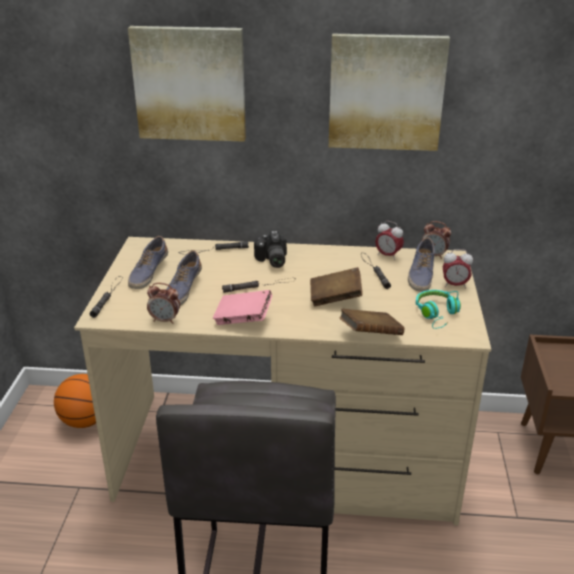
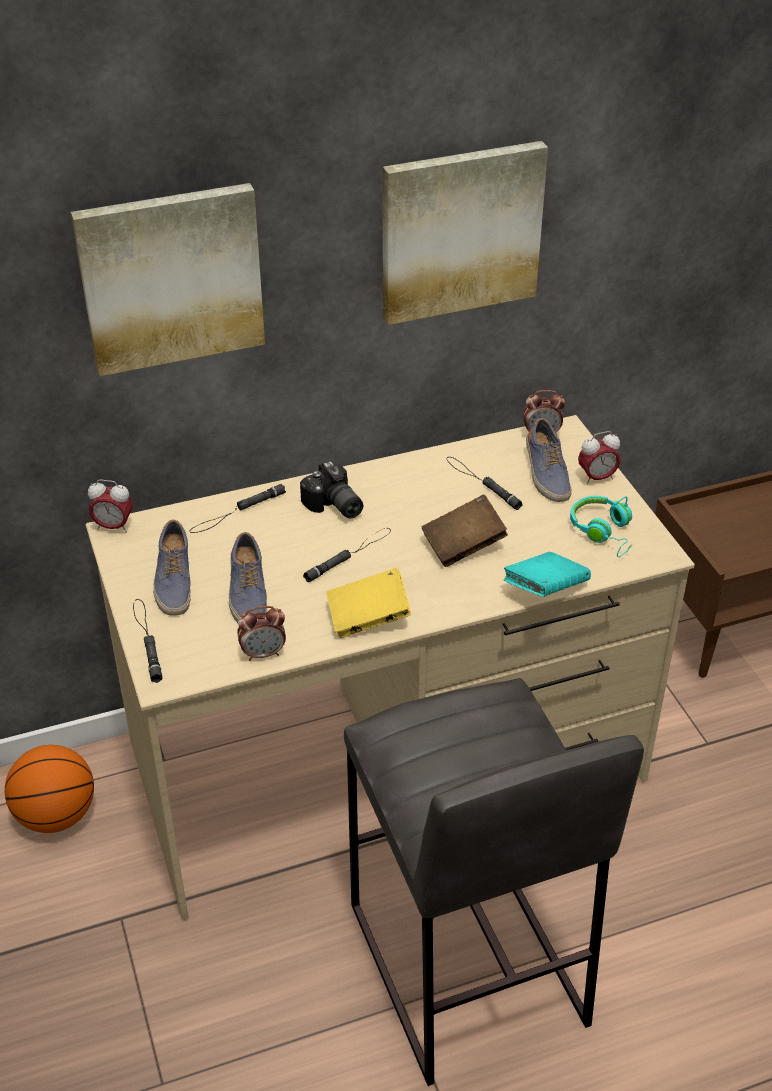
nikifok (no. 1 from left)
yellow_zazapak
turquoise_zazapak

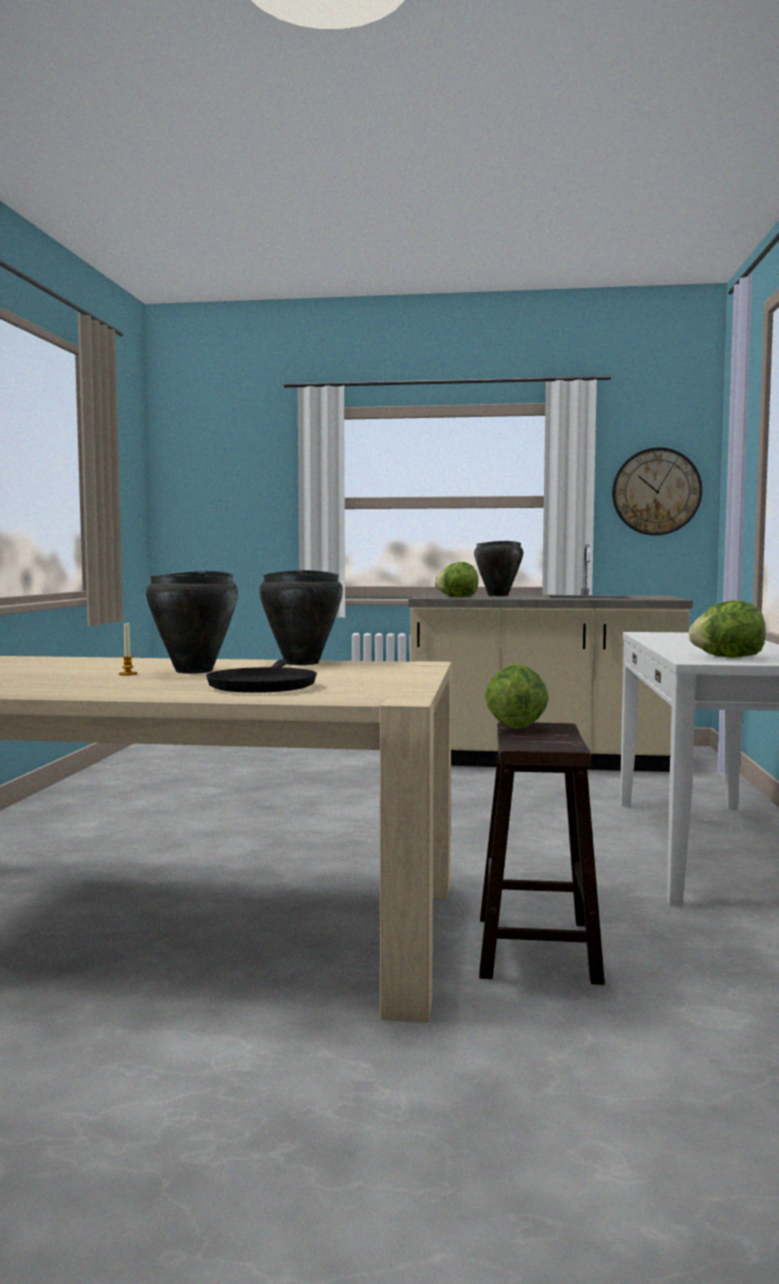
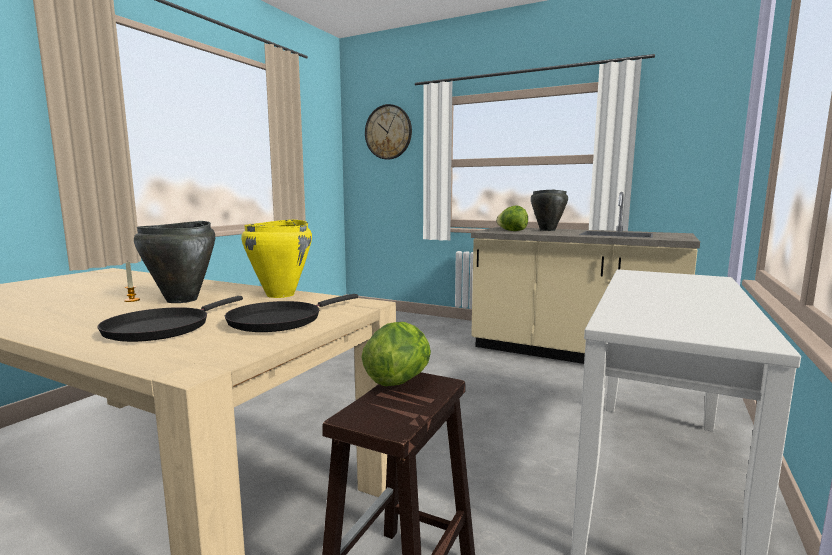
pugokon (no. 3 from left in the first image)
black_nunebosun (no. 2 from left)
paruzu
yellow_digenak

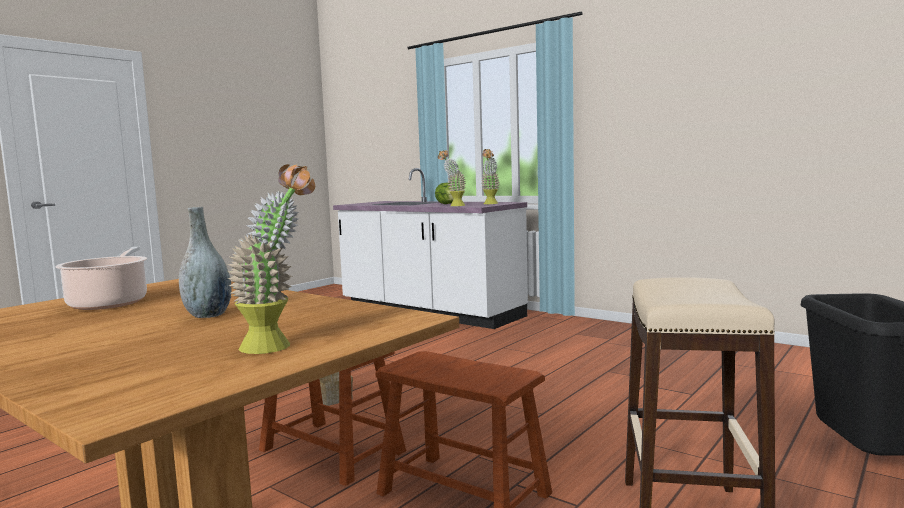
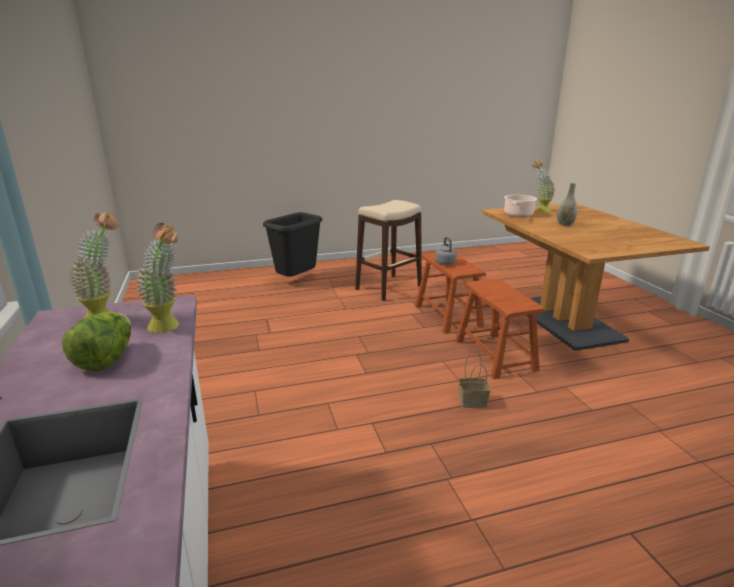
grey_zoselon
digenak

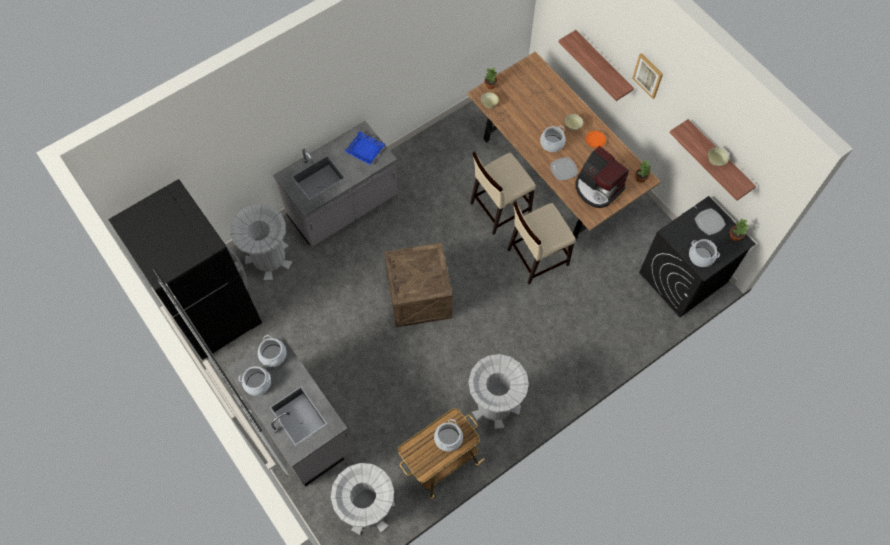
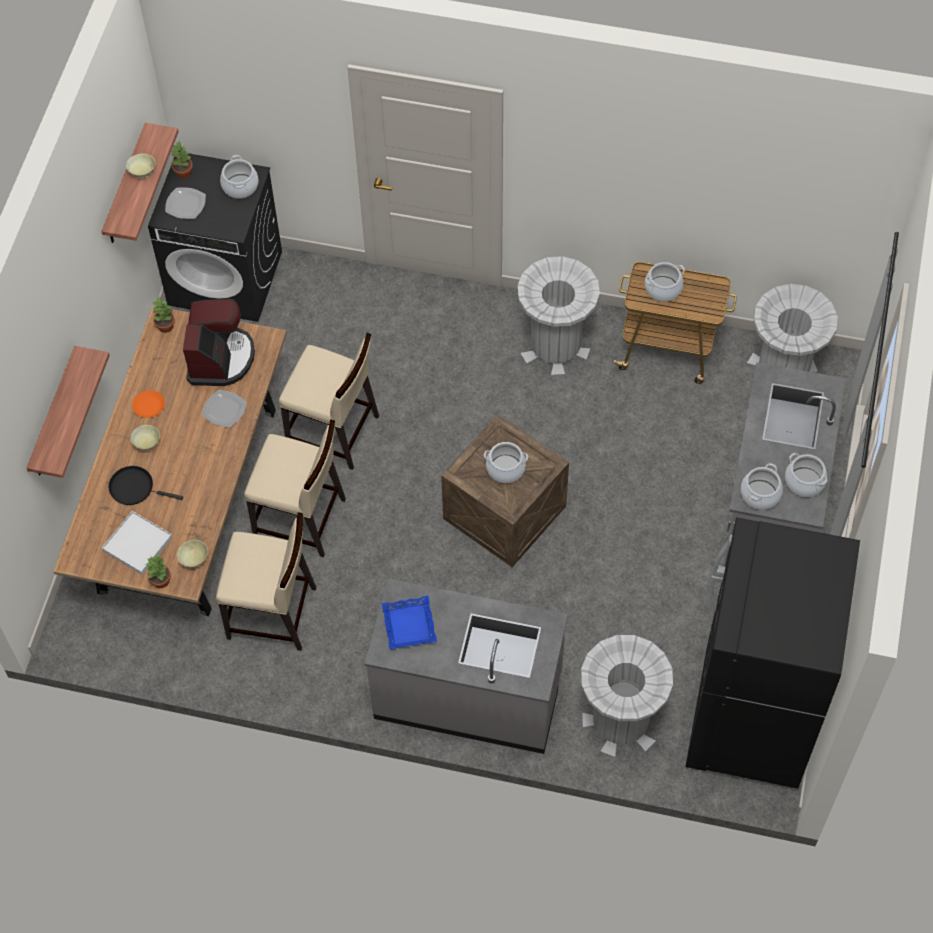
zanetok
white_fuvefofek
black_nunebosun
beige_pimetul (no. 1 from left)
digenak (no. 2 from left)

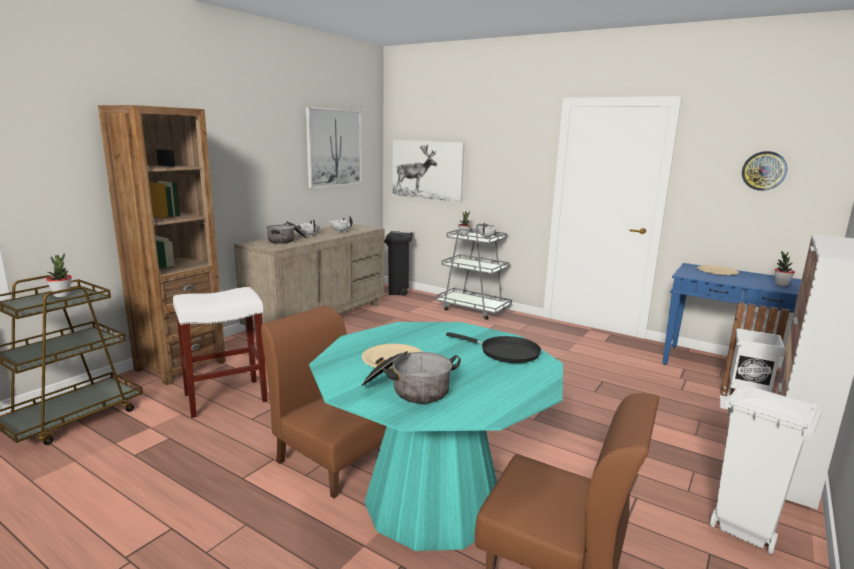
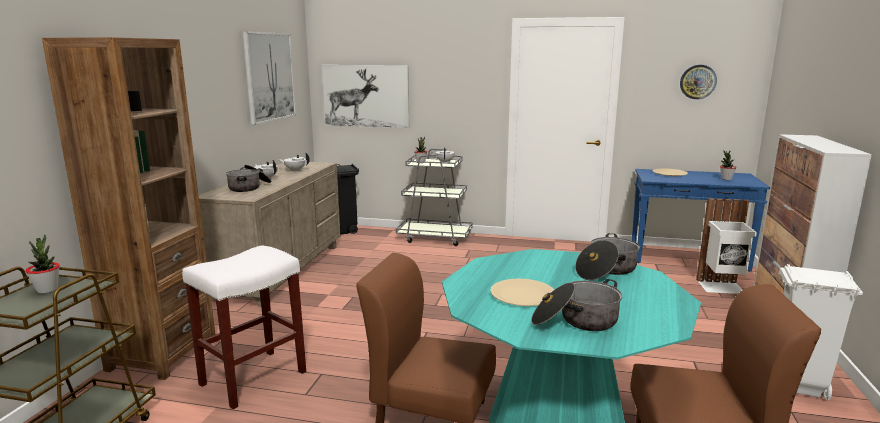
digenak (no. 3 from left)

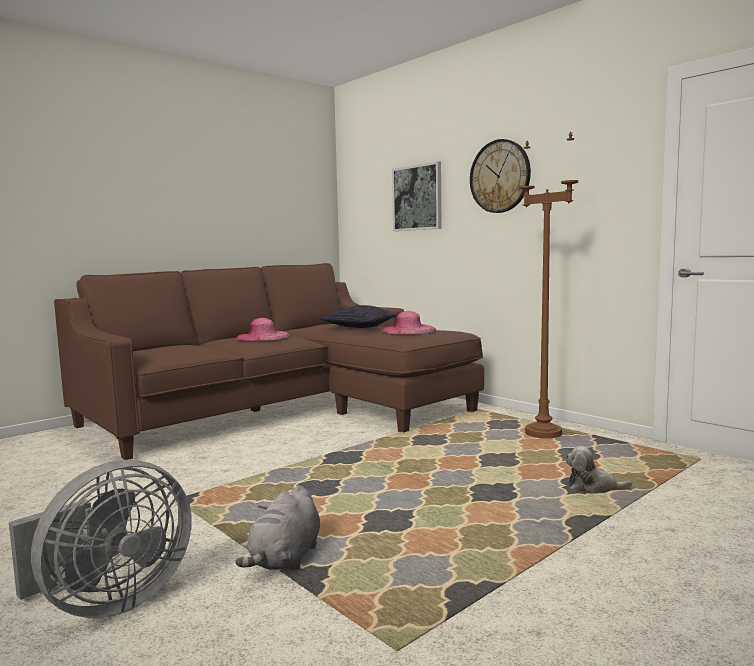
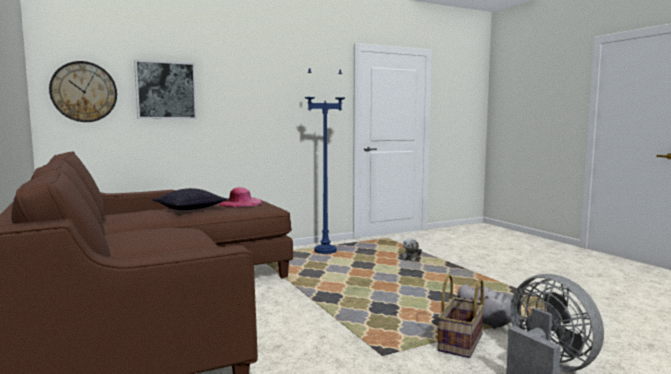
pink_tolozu (no. 1 from left in the first image)
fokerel
paruzu
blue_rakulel

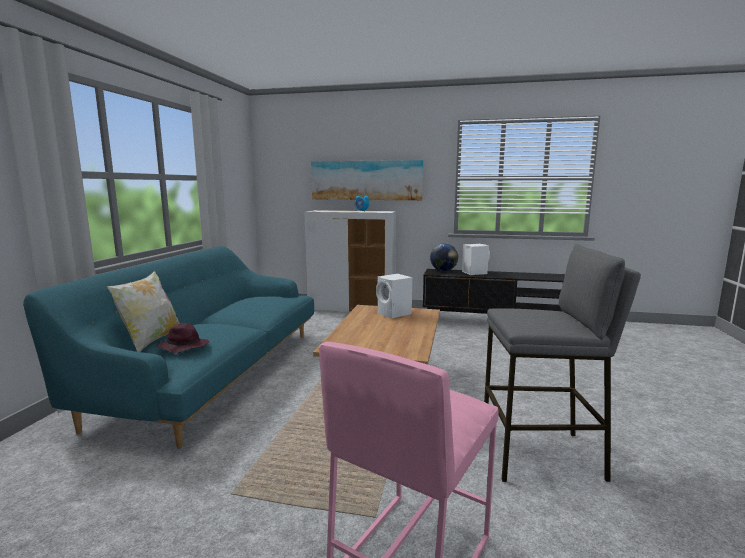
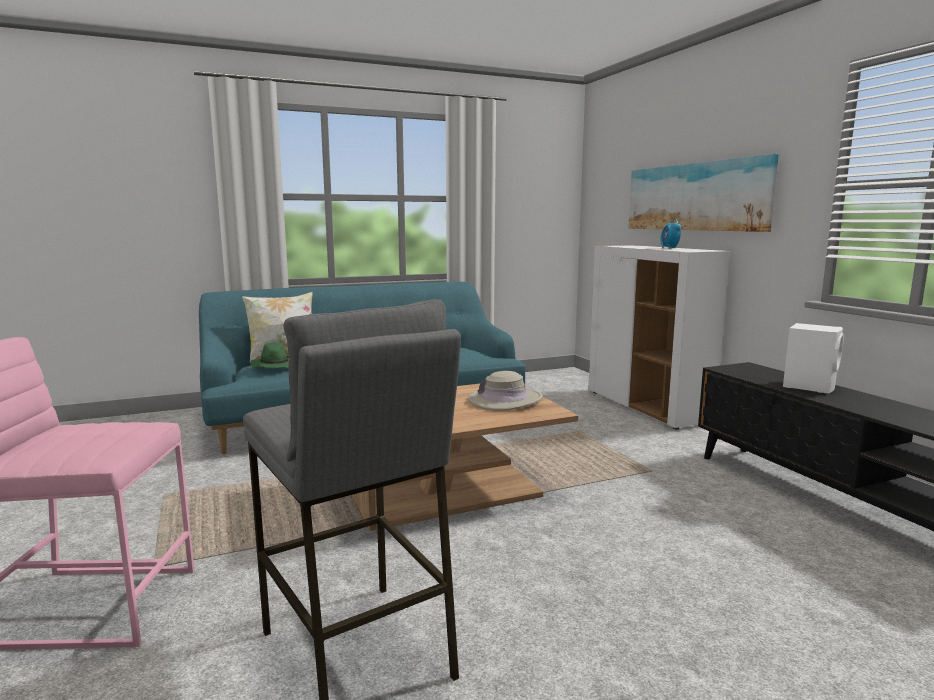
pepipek
beige_tolozu
green_tolozu

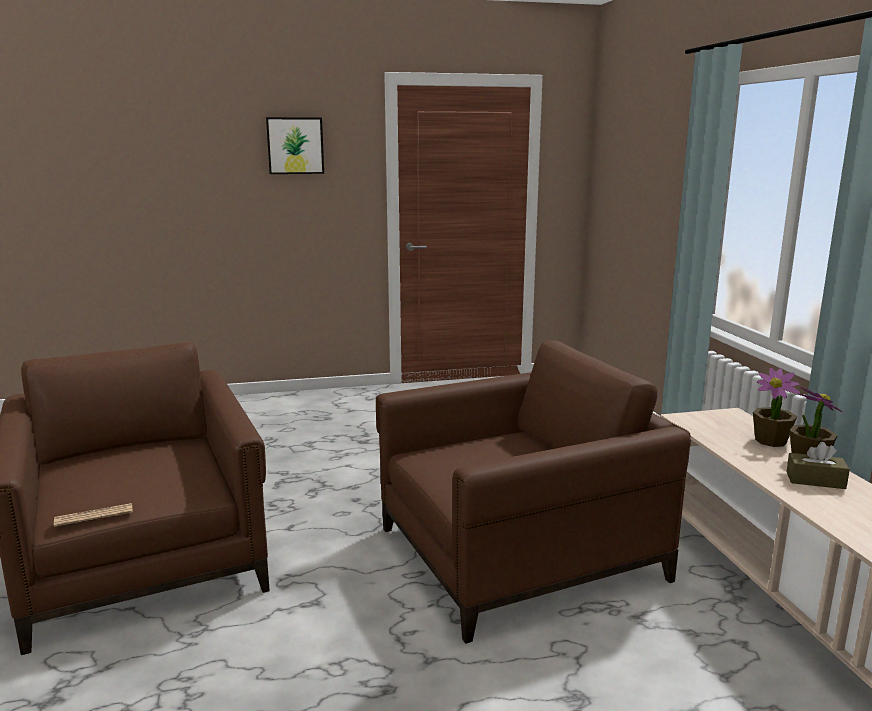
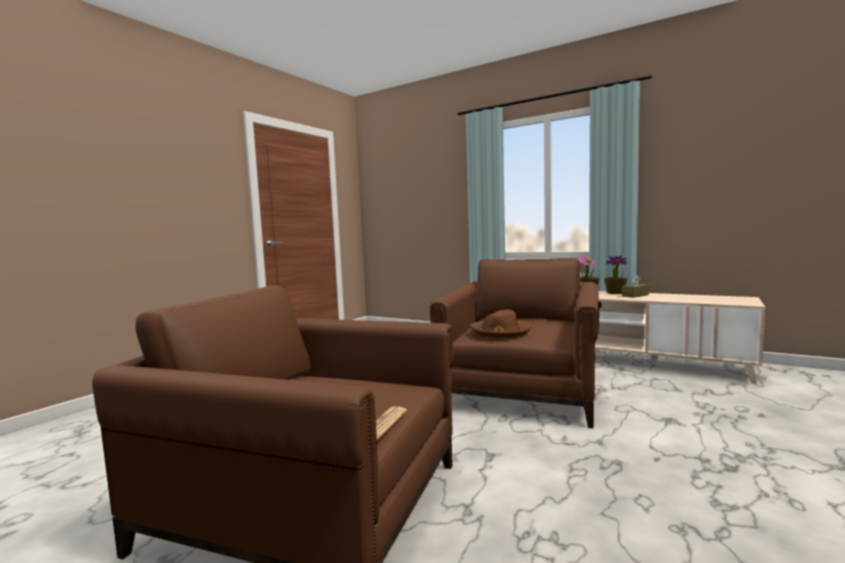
zanetok
brown_tolozu

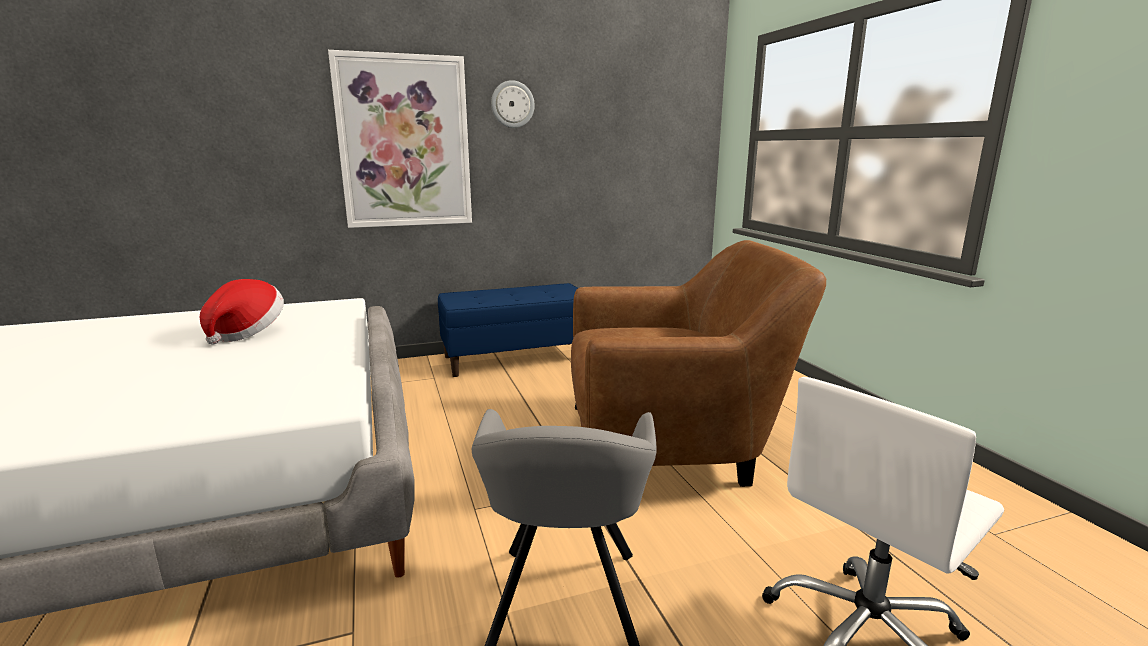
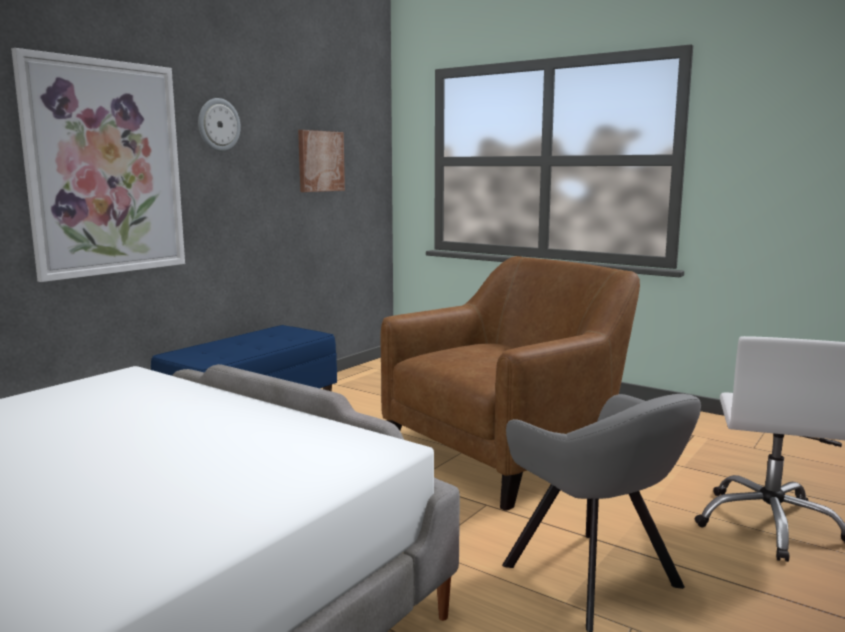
tolozu
zanetok (no. 2 from left)

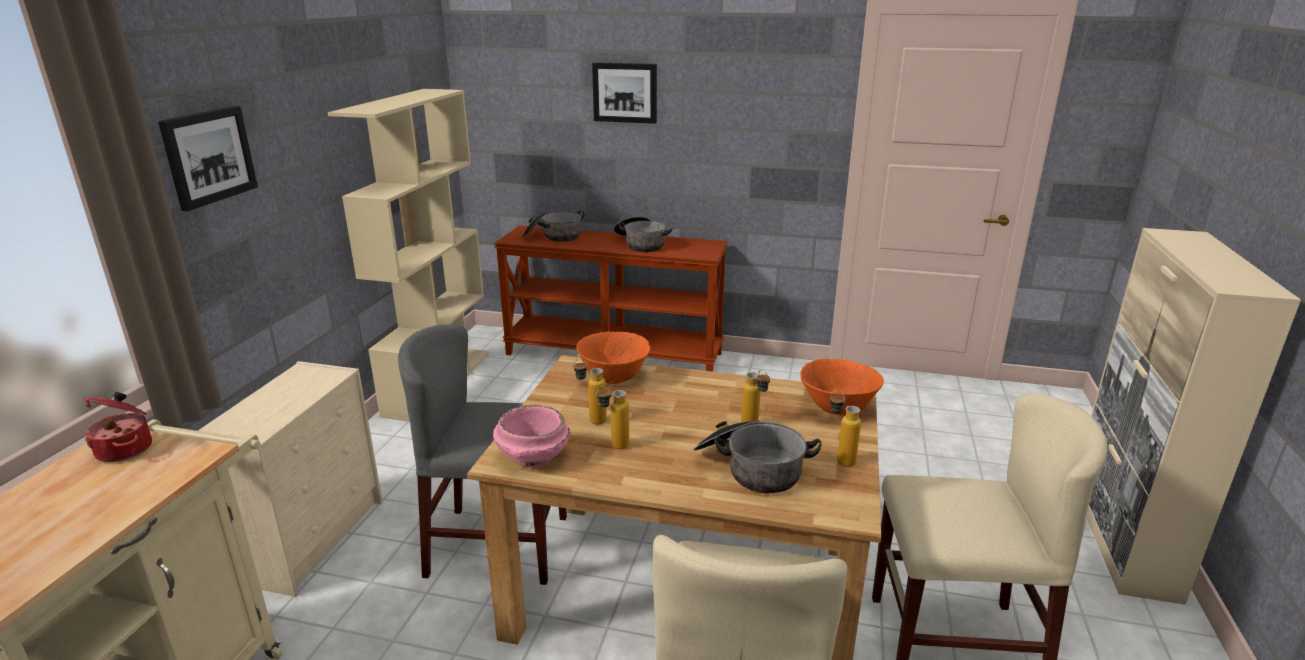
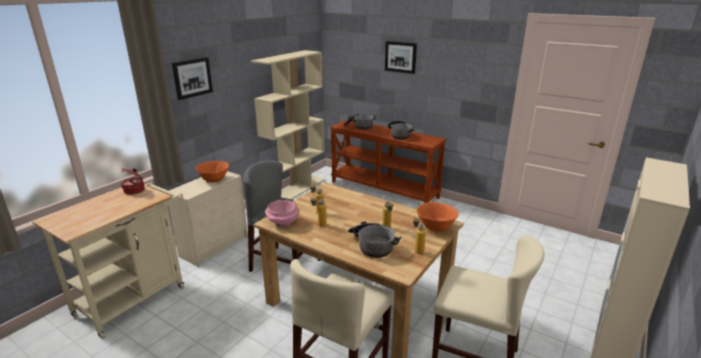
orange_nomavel (no. 1 from left)

